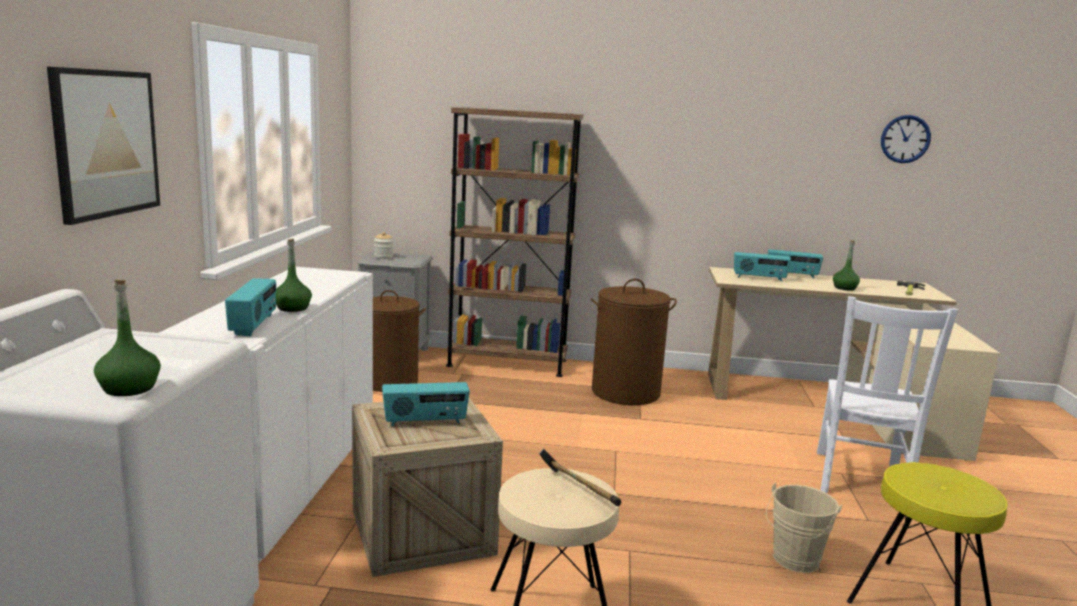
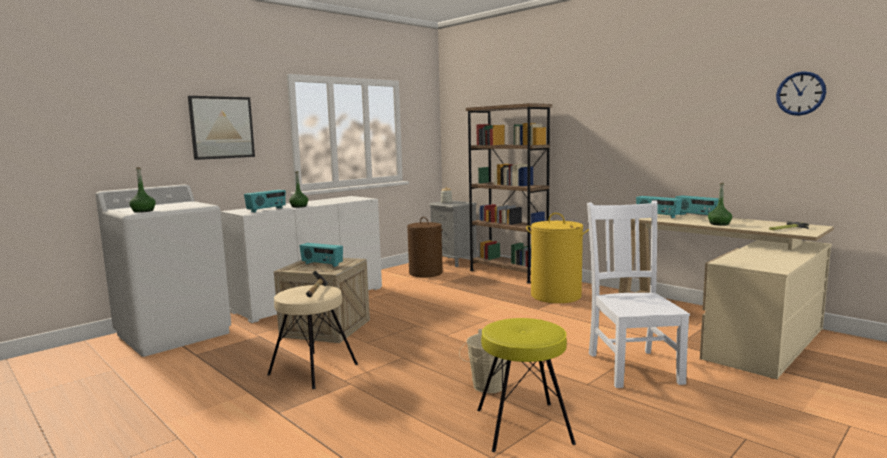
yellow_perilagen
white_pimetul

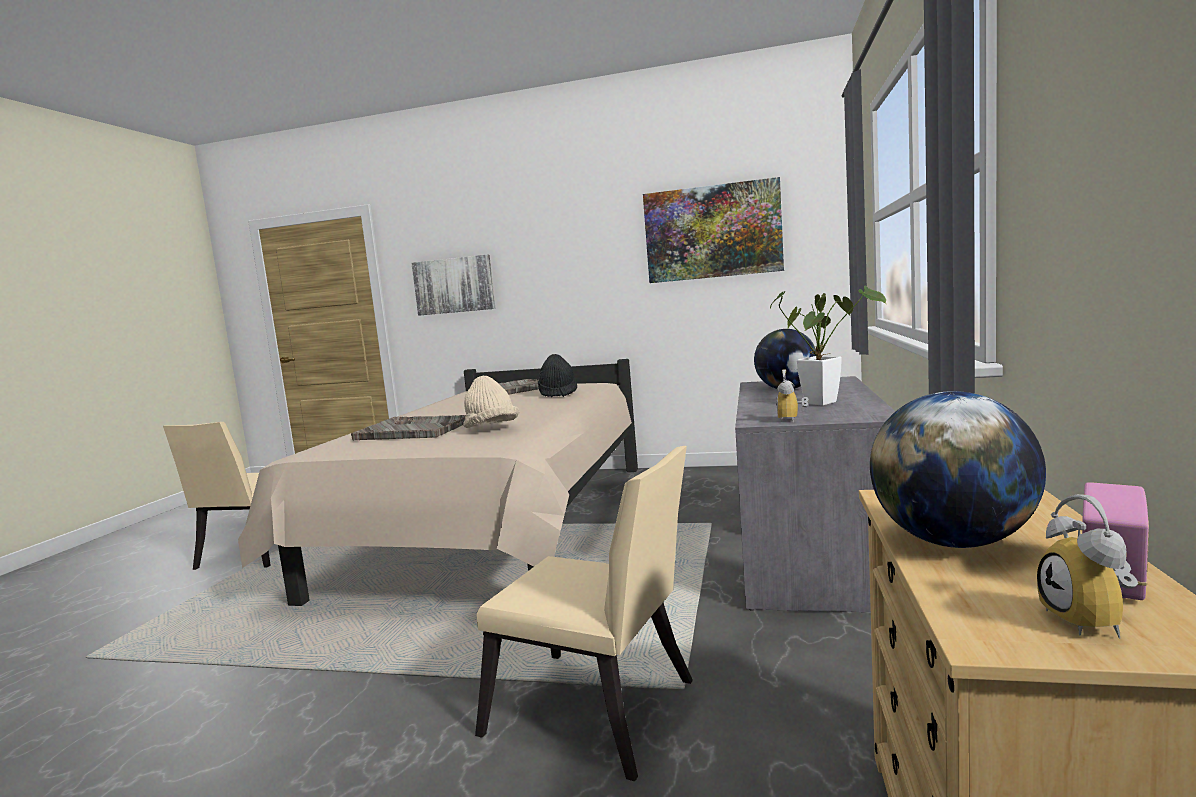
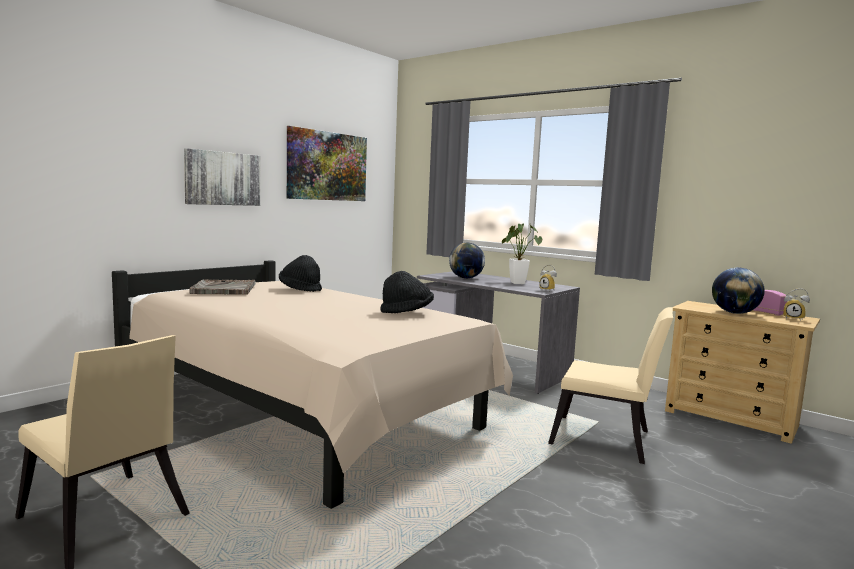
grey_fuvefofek (no. 1 from left in the first image)
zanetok (no. 1 from left)
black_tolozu (no. 2 from left)
beige_pimetul (no. 2 from left)

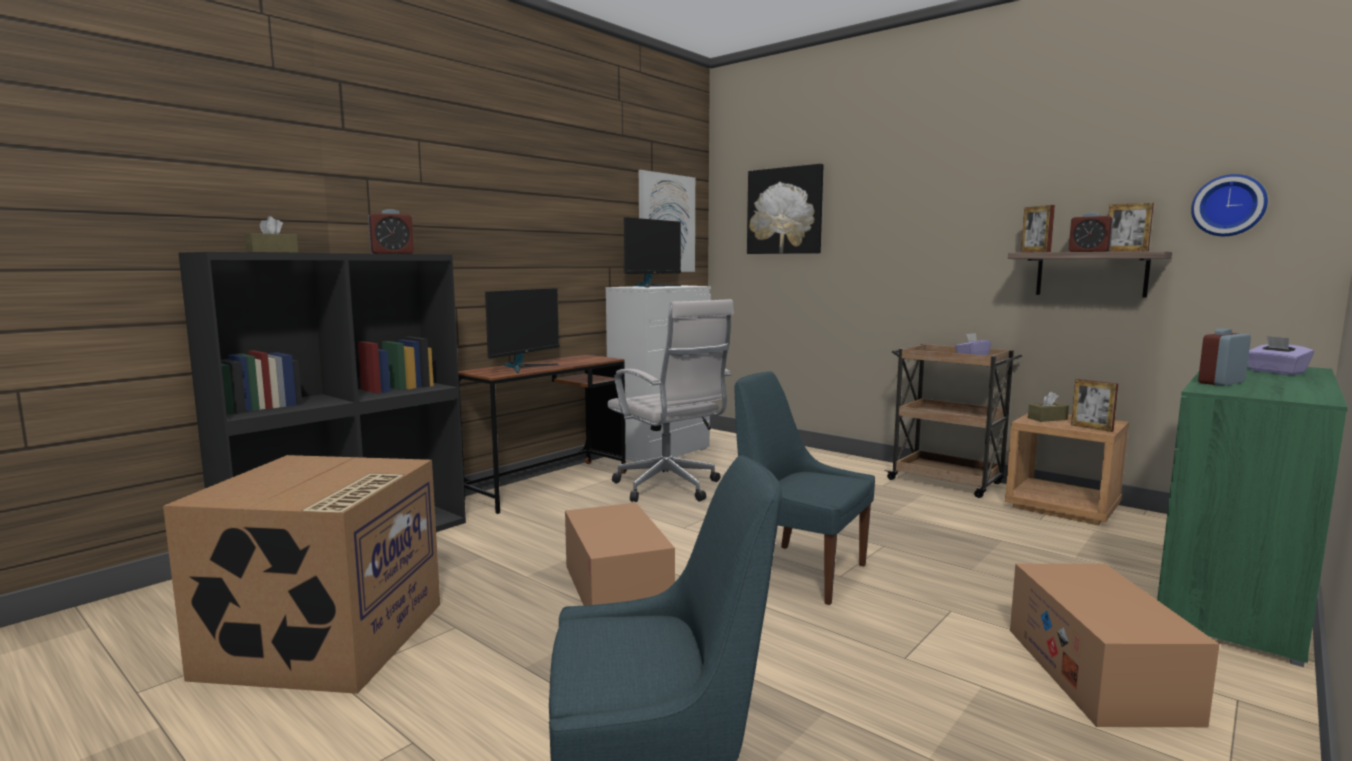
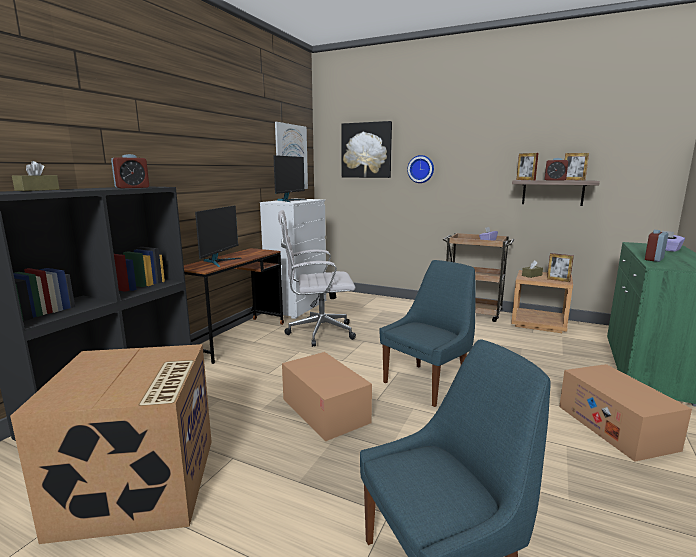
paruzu
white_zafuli
blue_pimetul (no. 1 from left)

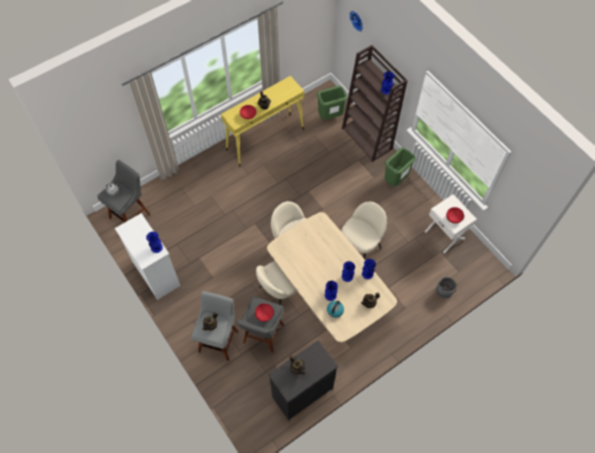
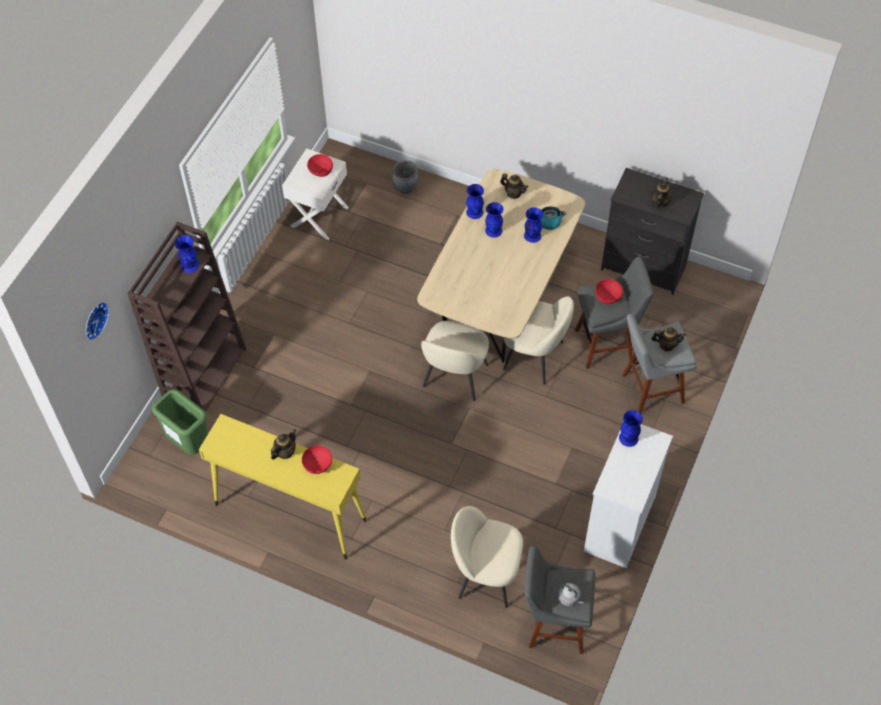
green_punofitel (no. 2 from left in the first image)
beige_pimetul (no. 2 from left)

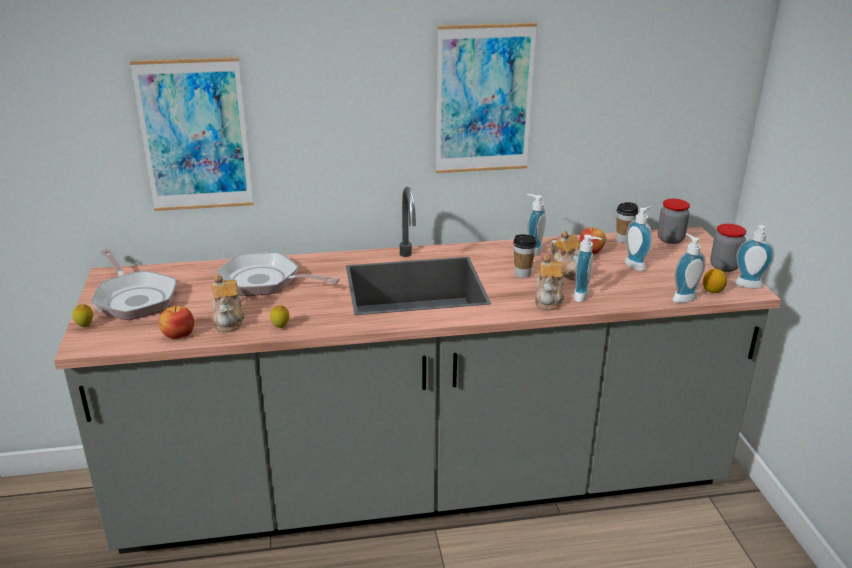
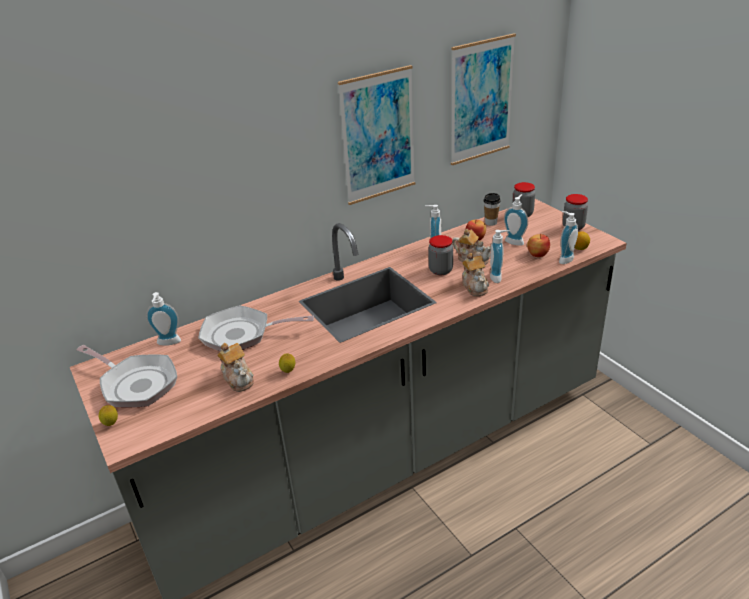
zanetok (no. 2 from left)
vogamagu (no. 2 from left)
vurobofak (no. 1 from left)
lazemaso (no. 1 from left)

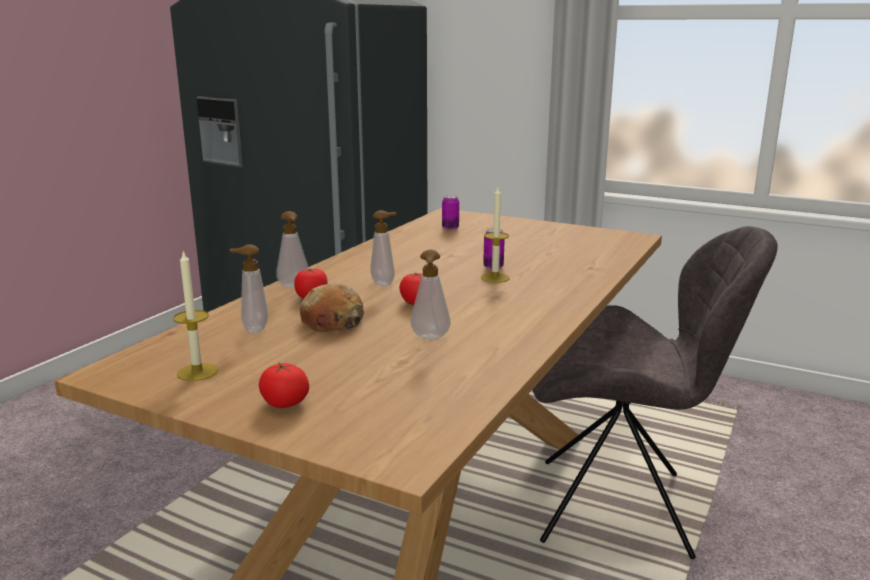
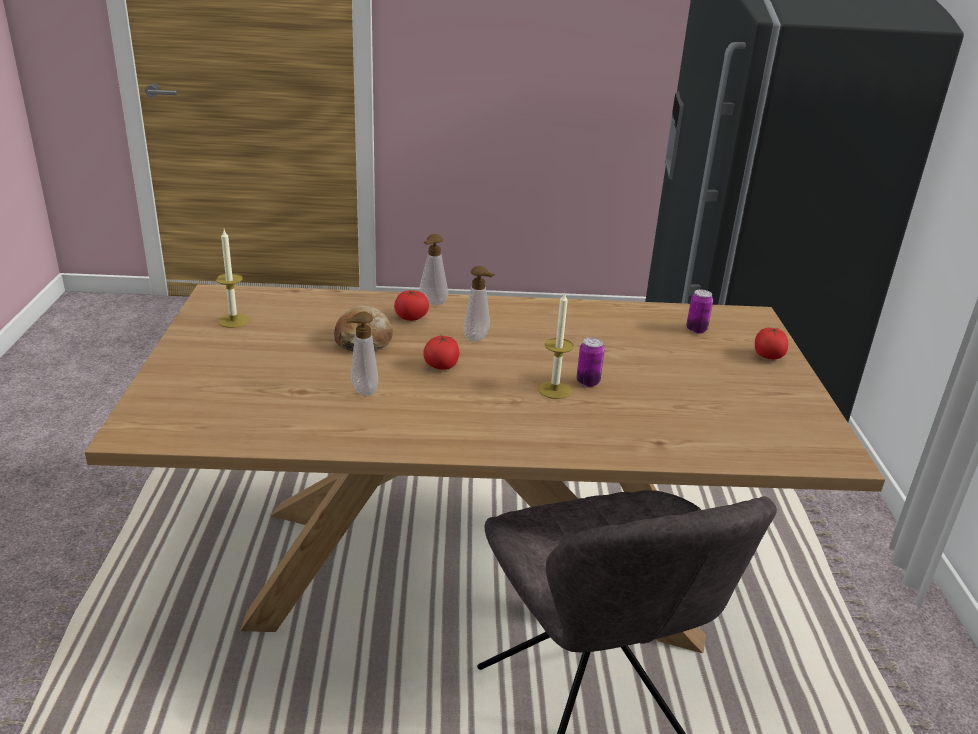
vurobofak (no. 1 from left in the first image)
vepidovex (no. 3 from left)

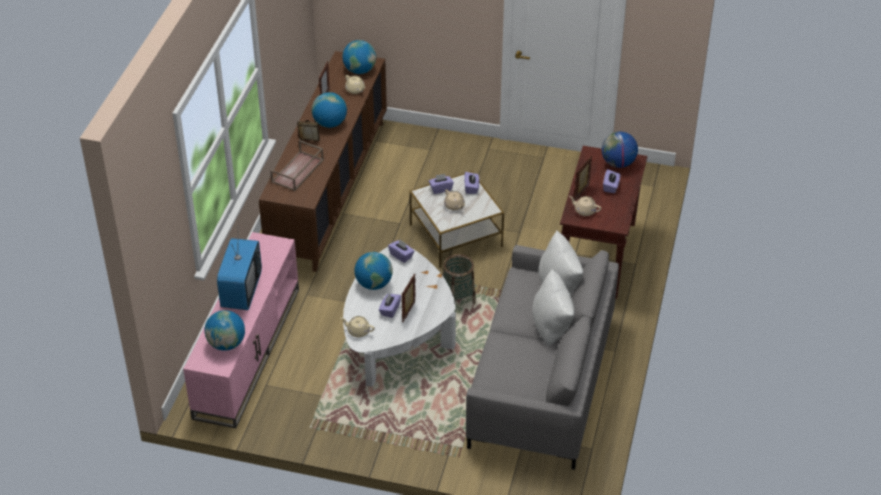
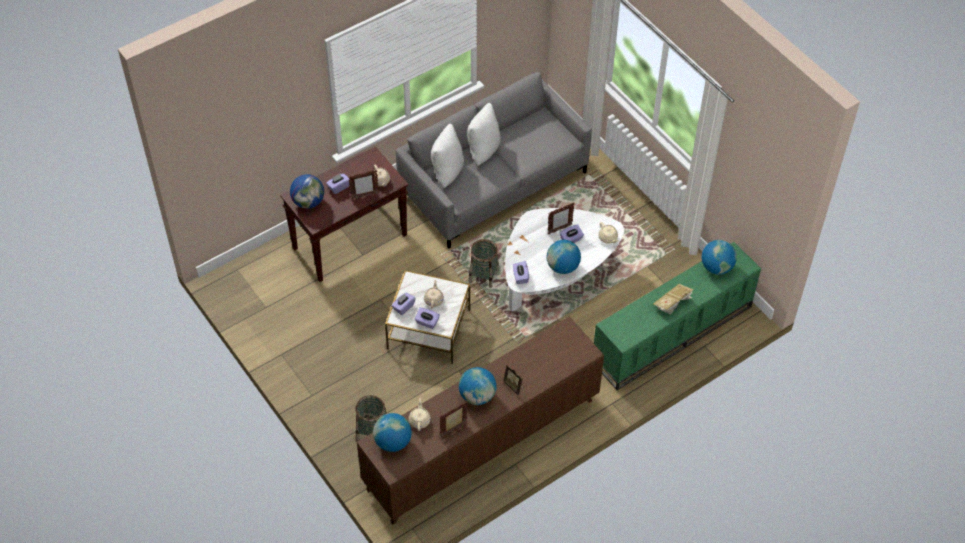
brown_fuvefofek
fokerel (no. 1 from left)
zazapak
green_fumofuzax

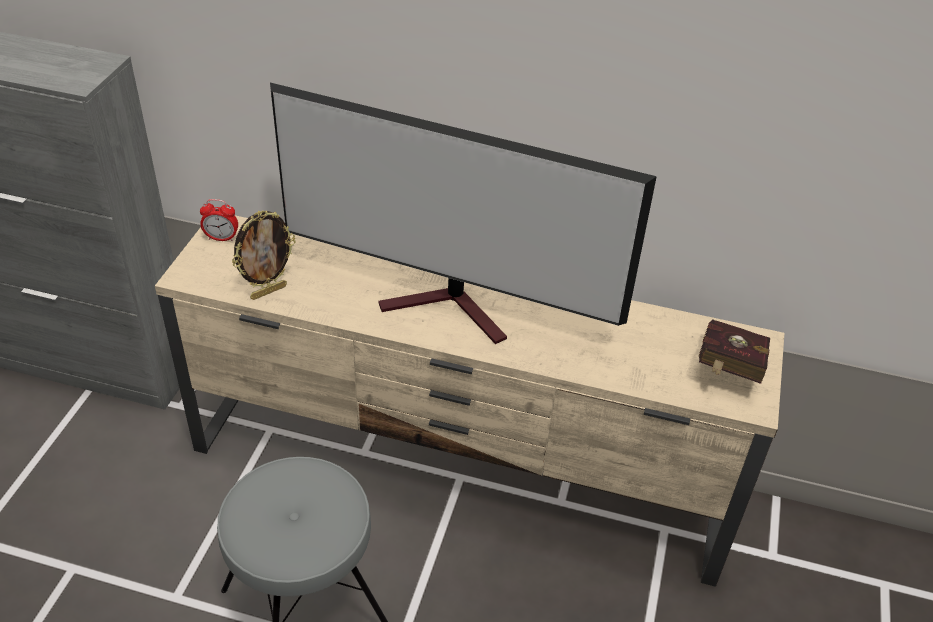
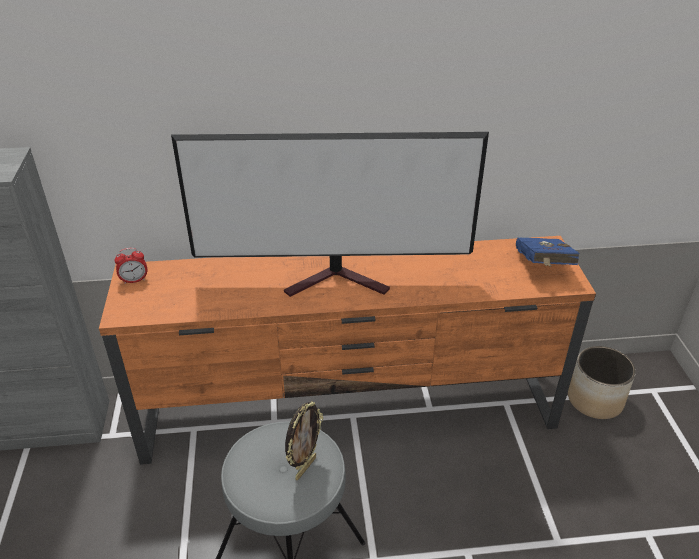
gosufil
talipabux
orange_fumofuzax
blue_zazapak

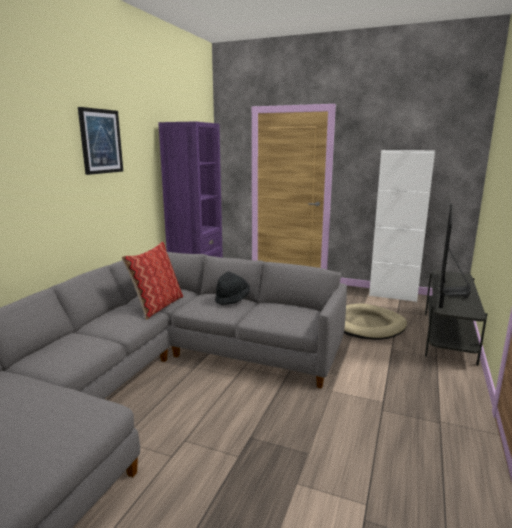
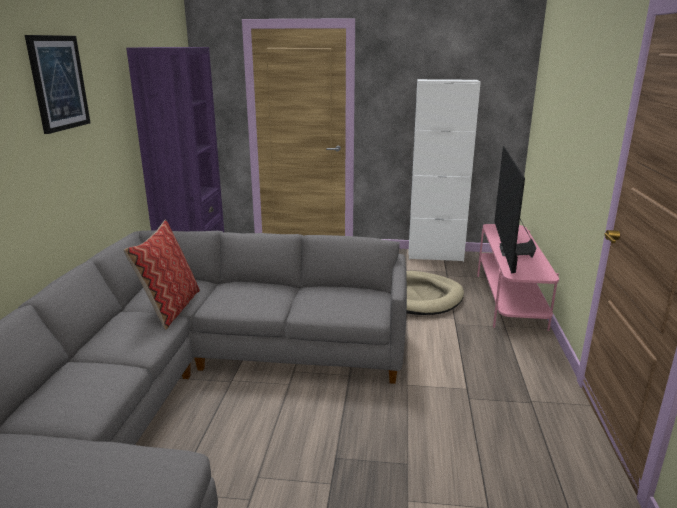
black_tolozu
pink_fumofuzax

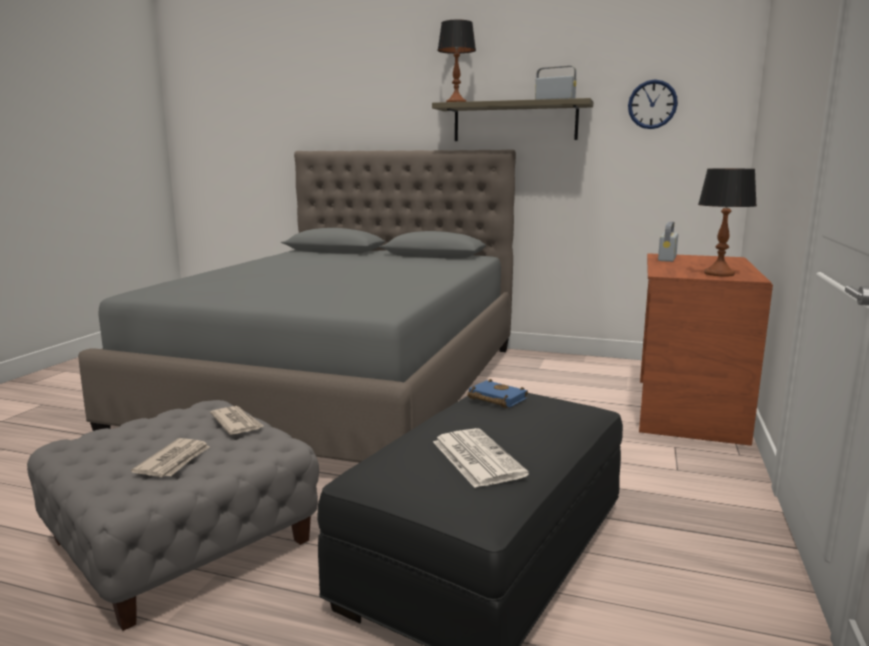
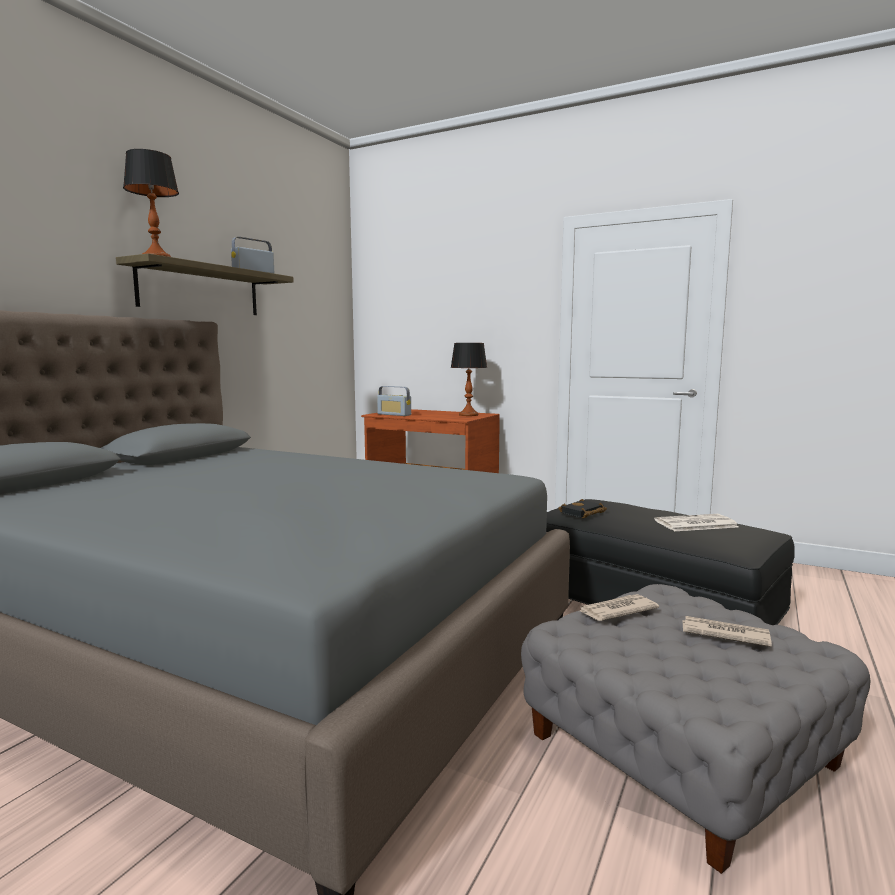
paruzu
black_zazapak

